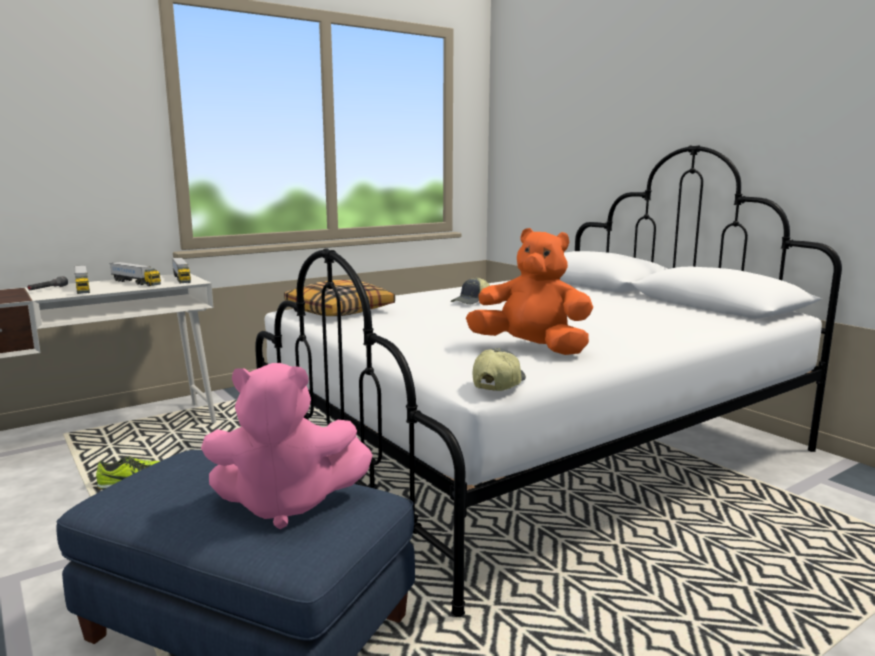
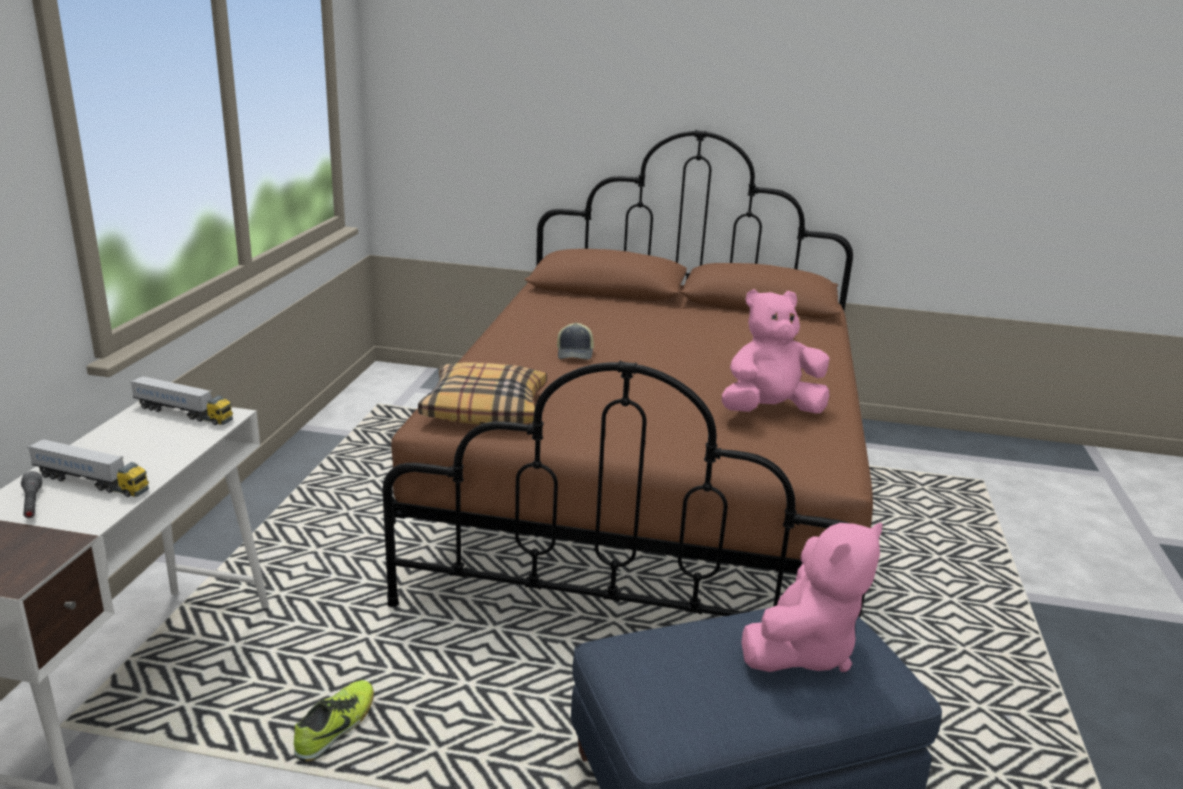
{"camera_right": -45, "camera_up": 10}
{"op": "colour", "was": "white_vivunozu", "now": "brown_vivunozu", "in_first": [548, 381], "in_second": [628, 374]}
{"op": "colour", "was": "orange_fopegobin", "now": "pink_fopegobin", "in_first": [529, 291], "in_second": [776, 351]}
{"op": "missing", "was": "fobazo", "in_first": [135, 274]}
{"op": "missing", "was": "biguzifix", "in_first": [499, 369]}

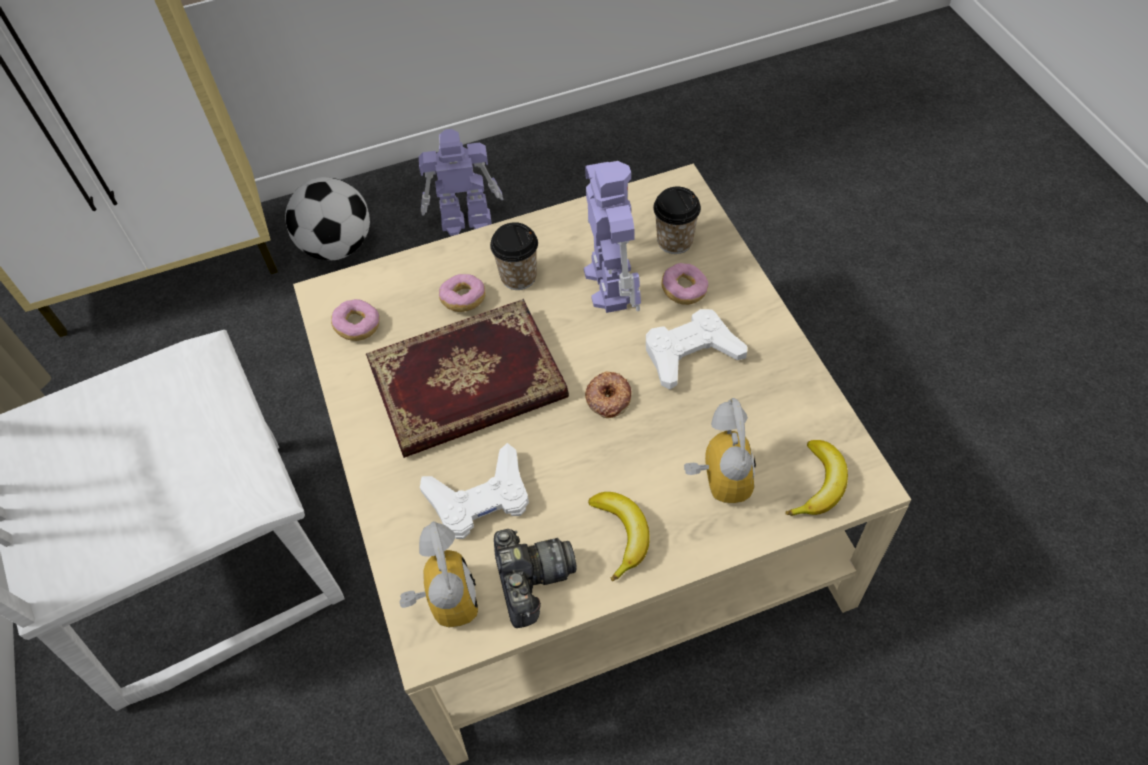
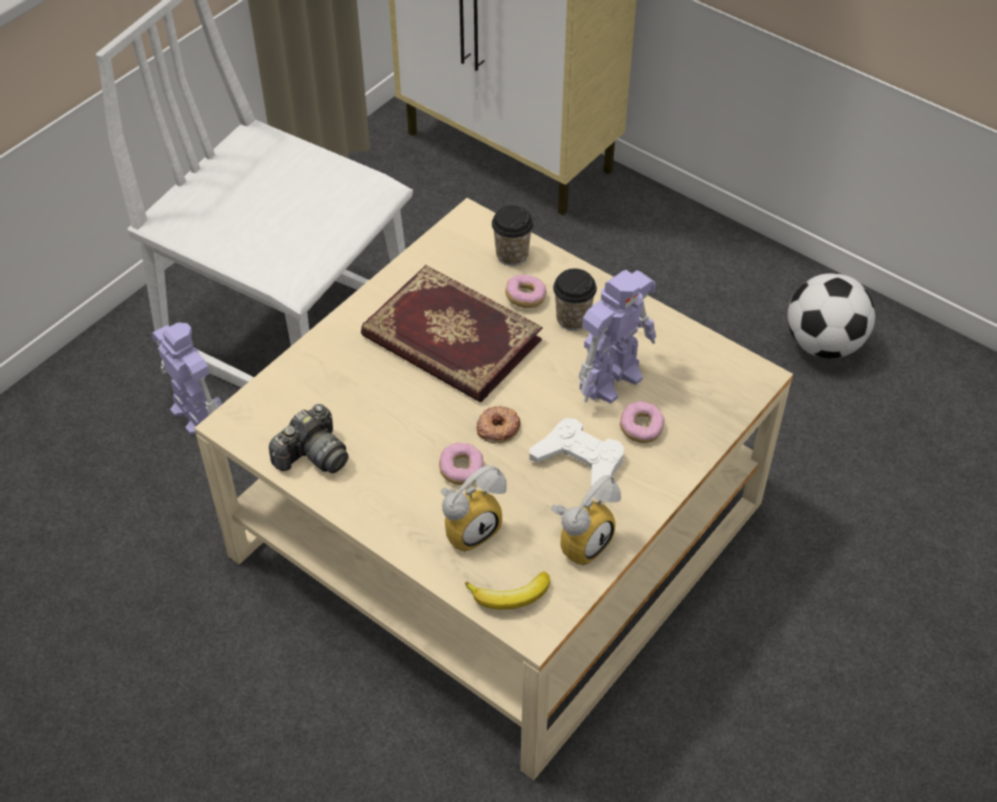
{"camera_right": 55, "camera_up": -5}
{"op": "relocated", "was": "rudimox", "in_first": [461, 182], "in_second": [186, 378]}
{"op": "relocated", "was": "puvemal", "in_first": [355, 320], "in_second": [461, 464]}
{"op": "relocated", "was": "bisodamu", "in_first": [677, 220], "in_second": [512, 235]}
{"op": "relocated", "was": "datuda", "in_first": [438, 574], "in_second": [586, 520]}
{"op": "relocated", "was": "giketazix", "in_first": [327, 218], "in_second": [831, 315]}
{"op": "missing", "was": "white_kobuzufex", "in_first": [474, 491]}
{"op": "missing", "was": "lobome", "in_first": [619, 536]}

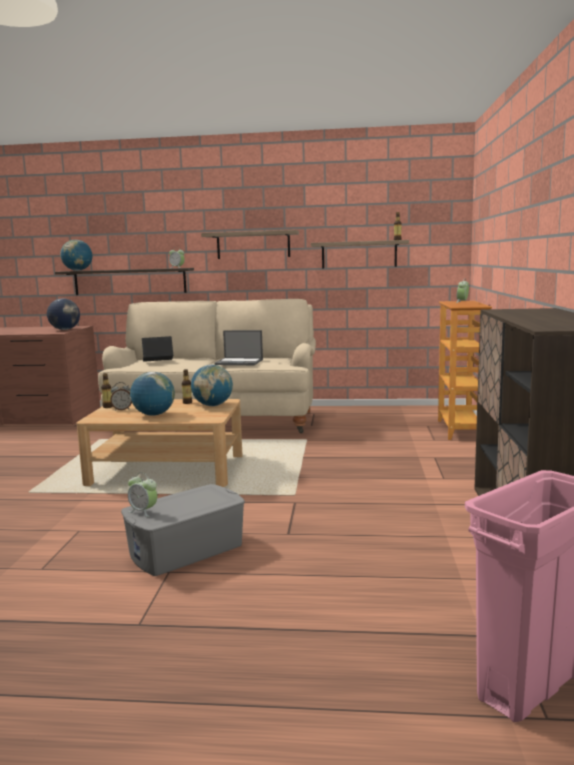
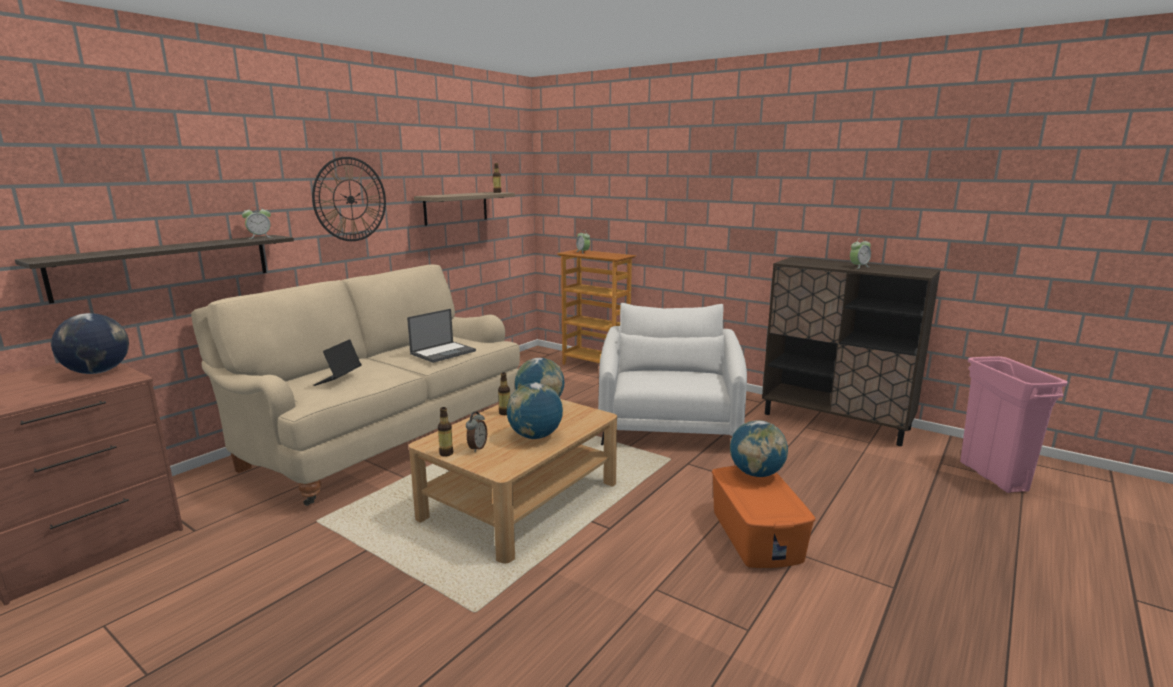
{"camera_right": -60, "camera_up": 5}
{"op": "exchanged", "was": "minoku", "now": "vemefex", "in_first": [250, 244], "in_second": [349, 199]}
{"op": "appeared", "now": "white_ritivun", "in_second": [672, 374]}
{"op": "colour", "was": "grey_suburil", "now": "orange_suburil", "in_first": [183, 530], "in_second": [763, 517]}
{"op": "relocated", "was": "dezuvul", "in_first": [76, 255], "in_second": [759, 448]}
{"op": "relocated", "was": "datuda", "in_first": [142, 495], "in_second": [860, 253]}

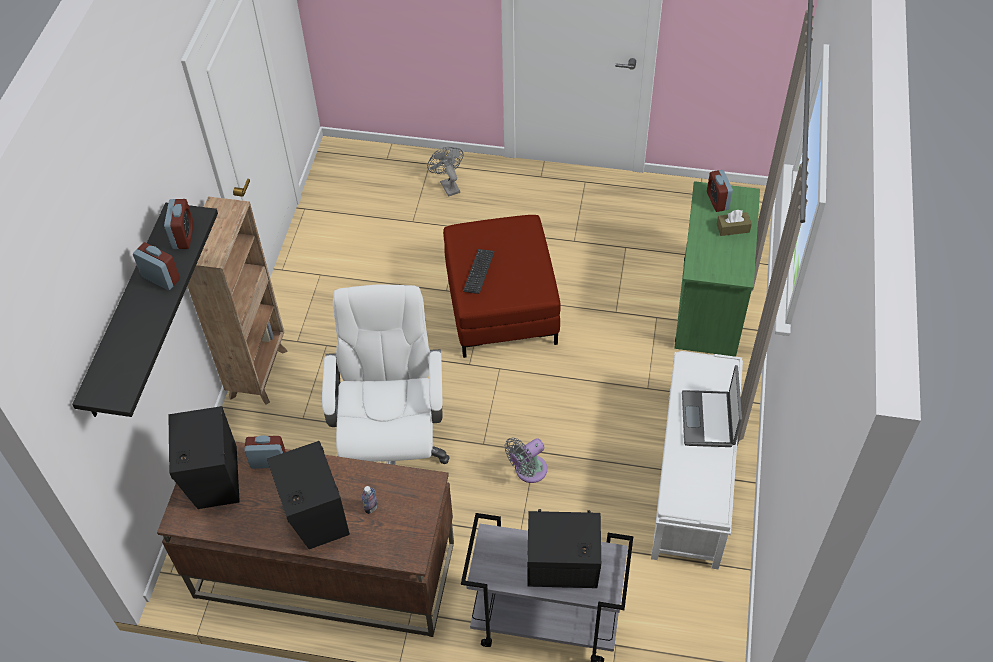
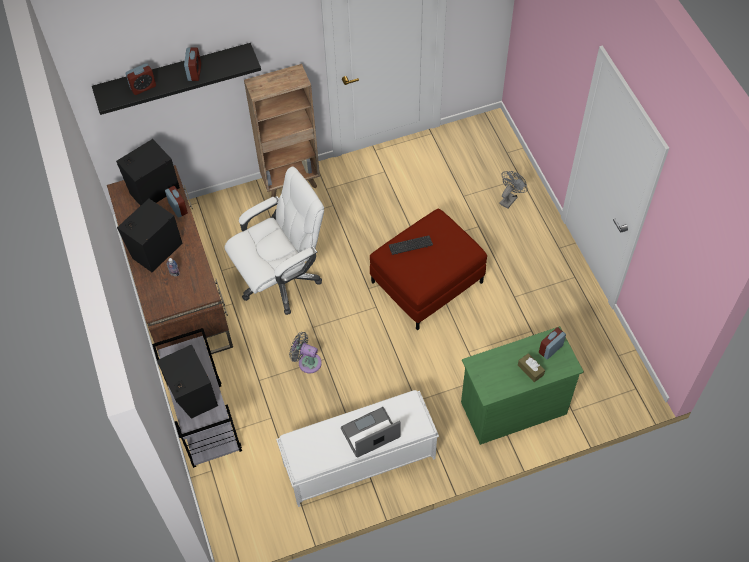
{"camera_right": 60, "camera_up": 5}
{"op": "relocated", "was": "datuda", "in_first": [179, 224], "in_second": [141, 79]}

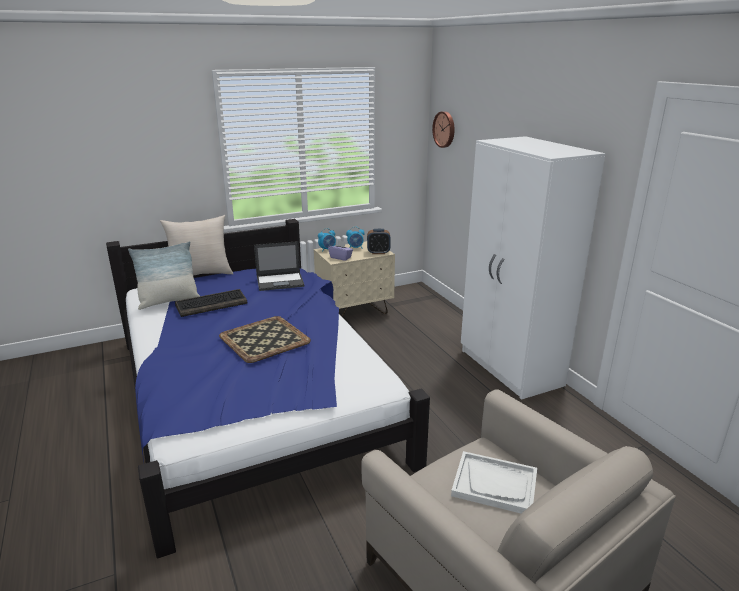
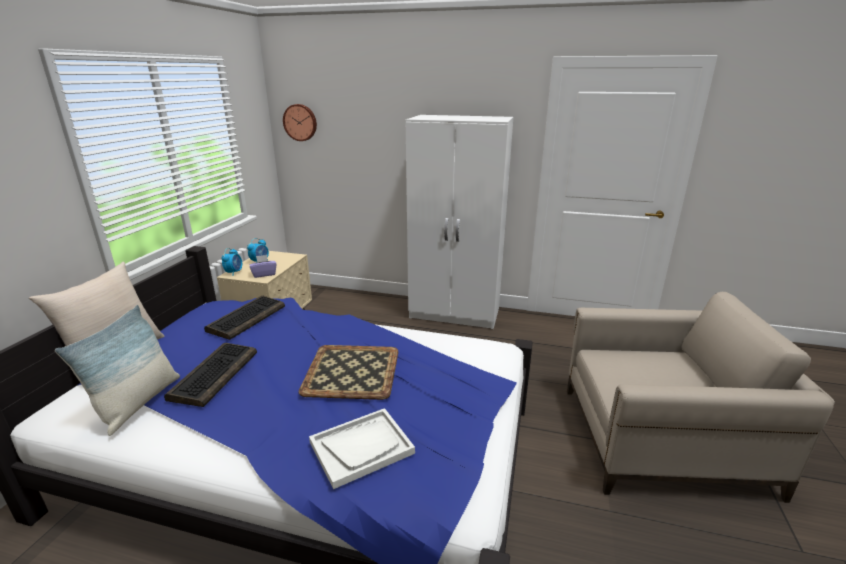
{"camera_right": -50, "camera_up": 0}
{"op": "exchanged", "was": "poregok", "now": "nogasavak", "in_first": [279, 266], "in_second": [244, 318]}
{"op": "relocated", "was": "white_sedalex", "in_first": [494, 482], "in_second": [362, 448]}
{"op": "missing", "was": "datuda", "in_first": [379, 241]}

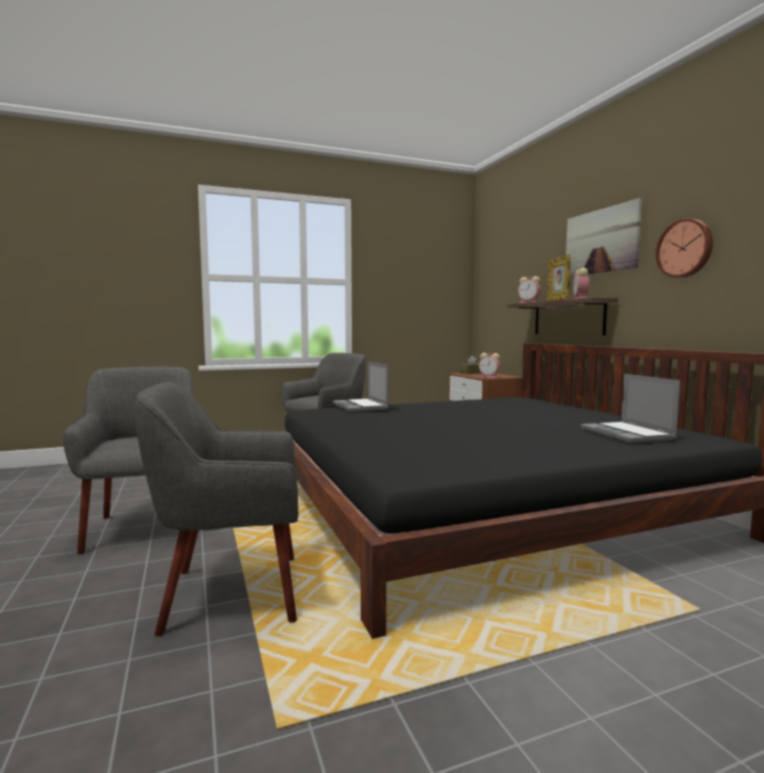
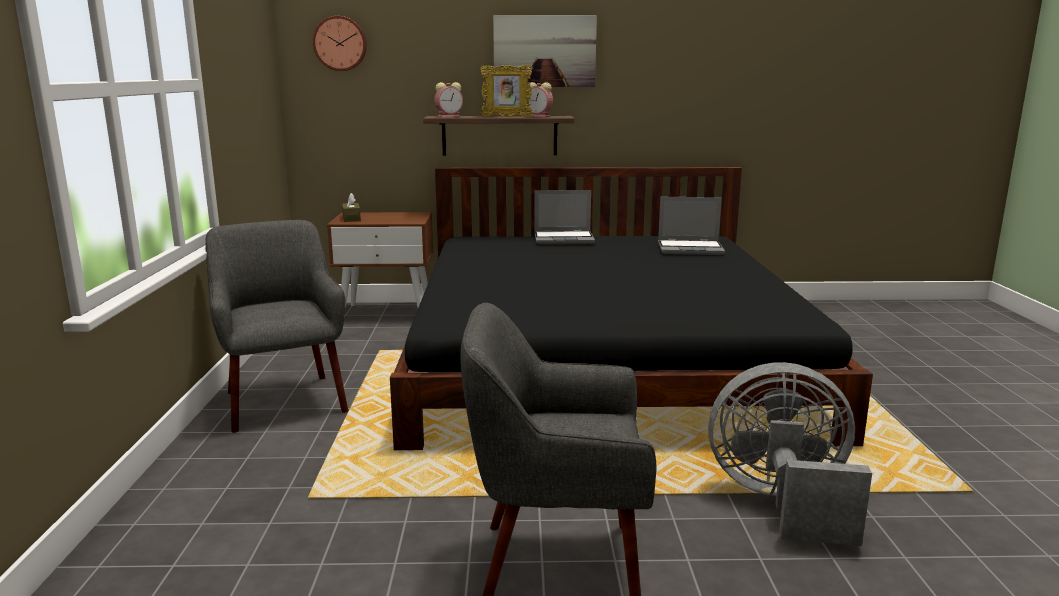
{"camera_right": -70, "camera_up": 10}
{"op": "relocated", "was": "vemefex", "in_first": [684, 248], "in_second": [340, 43]}
{"op": "relocated", "was": "poregok", "in_first": [361, 387], "in_second": [564, 217]}
{"op": "exchanged", "was": "grey_ritivun", "now": "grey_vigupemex", "in_first": [216, 509], "in_second": [790, 454]}
{"op": "missing", "was": "datuda", "in_first": [489, 365]}

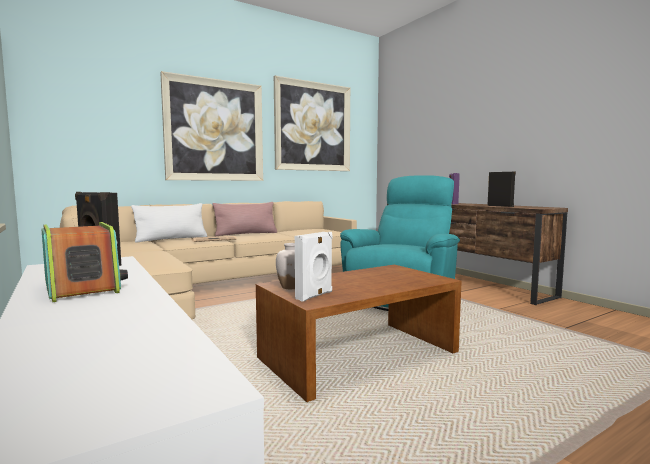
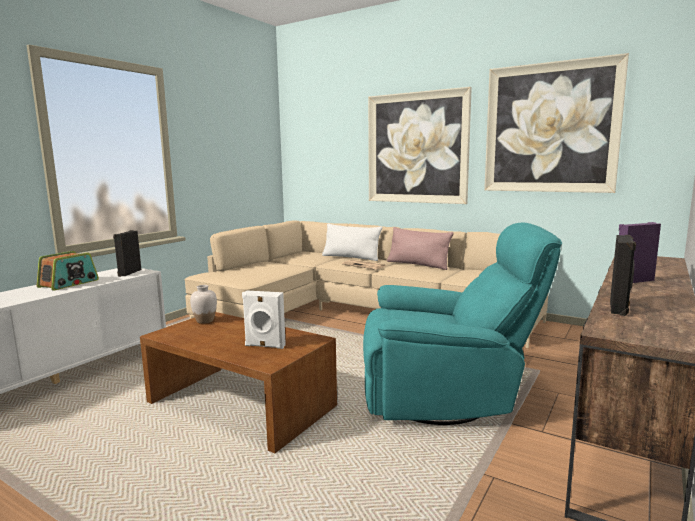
{"camera_right": 65, "camera_up": 5}
{"op": "relocated", "was": "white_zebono", "in_first": [313, 267], "in_second": [264, 319]}

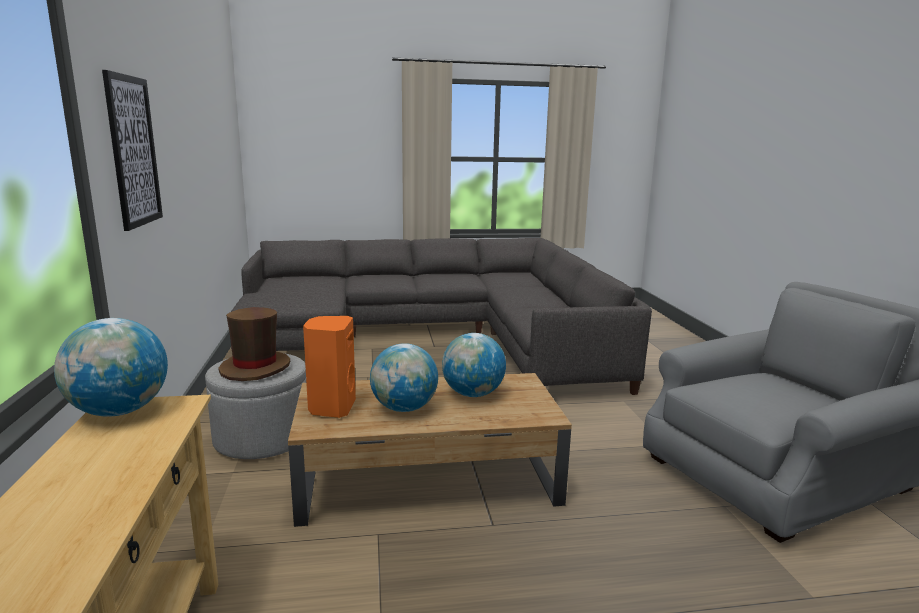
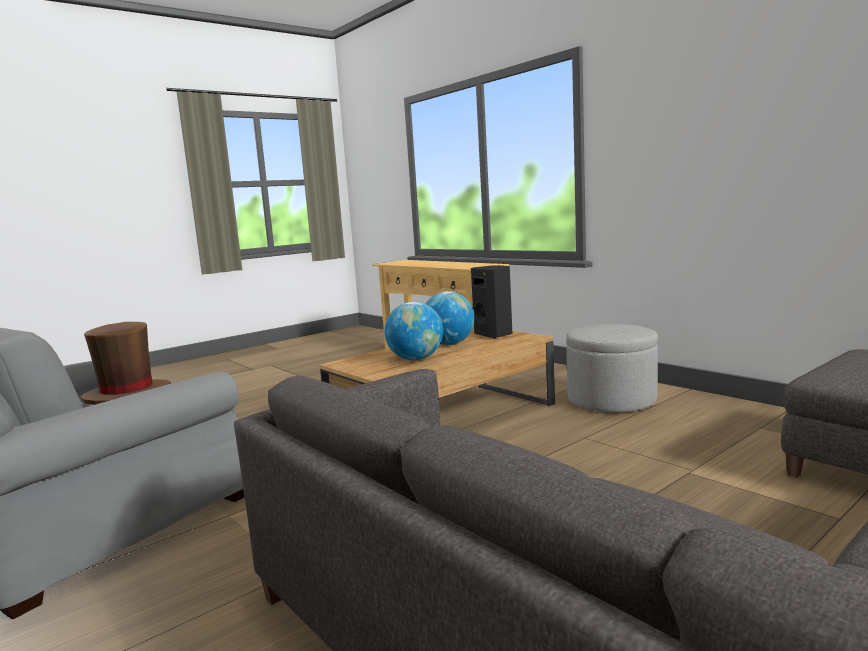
{"camera_right": 150, "camera_up": -5}
{"op": "relocated", "was": "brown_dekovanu", "in_first": [254, 344], "in_second": [126, 363]}
{"op": "colour", "was": "orange_zebono", "now": "black_zebono", "in_first": [329, 367], "in_second": [491, 302]}
{"op": "missing", "was": "dezuvul", "in_first": [111, 367]}
{"op": "missing", "was": "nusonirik", "in_first": [132, 150]}

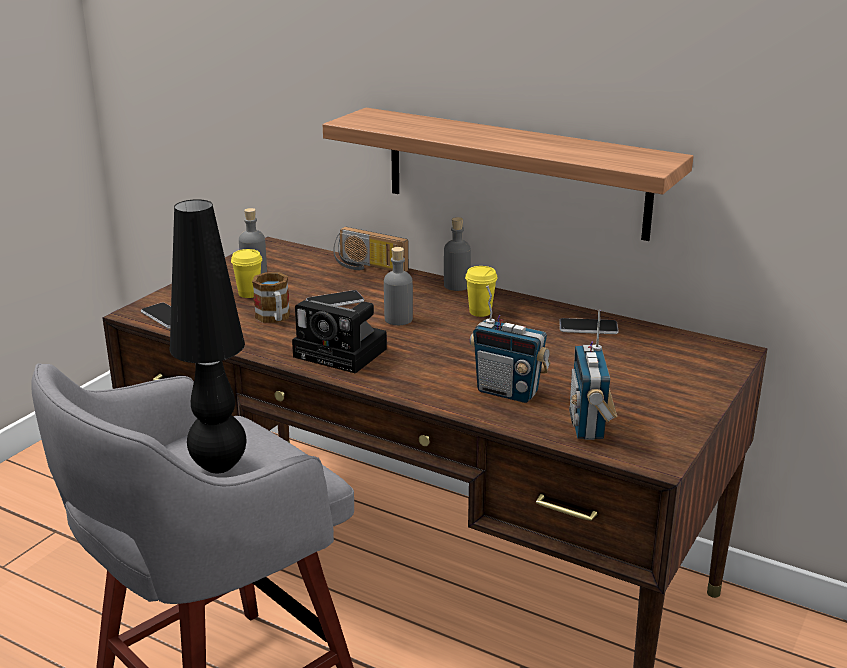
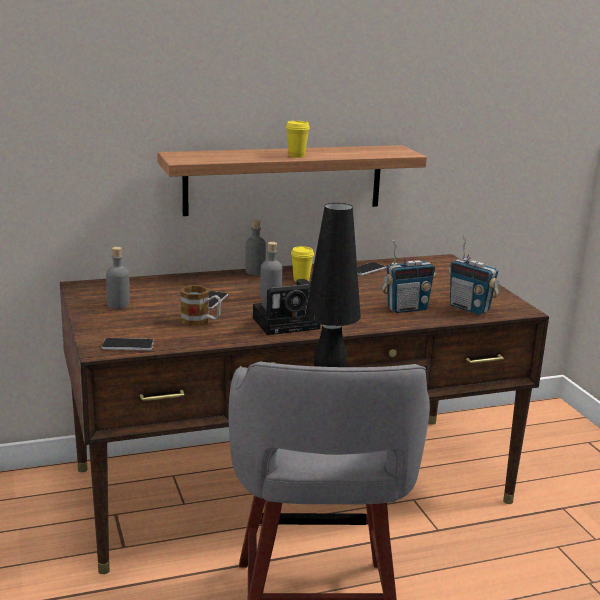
{"camera_right": -50, "camera_up": -5}
{"op": "relocated", "was": "yellow_bisodamu", "in_first": [246, 273], "in_second": [298, 139]}
{"op": "missing", "was": "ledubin", "in_first": [371, 249]}

